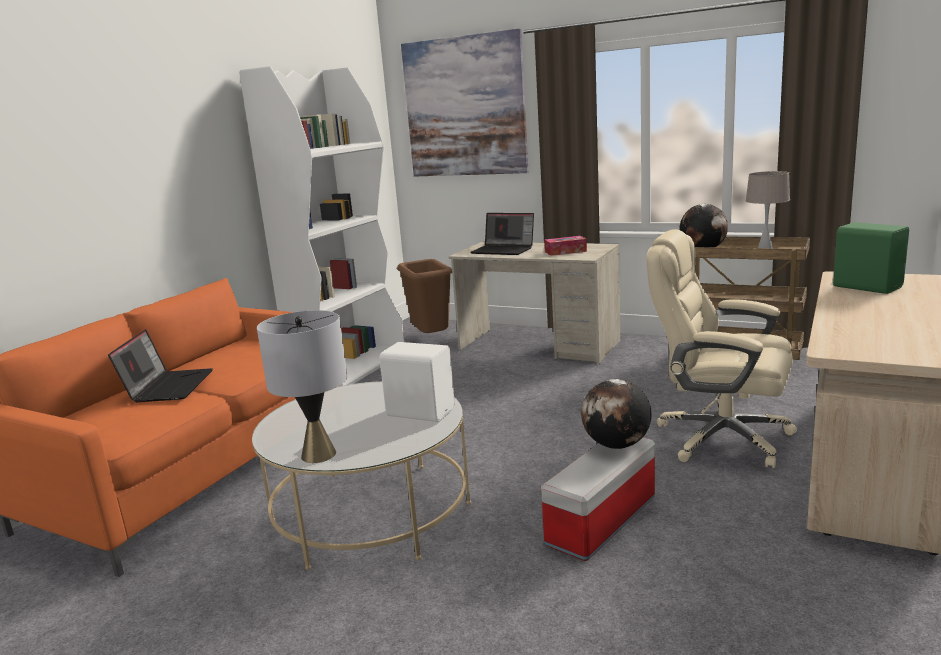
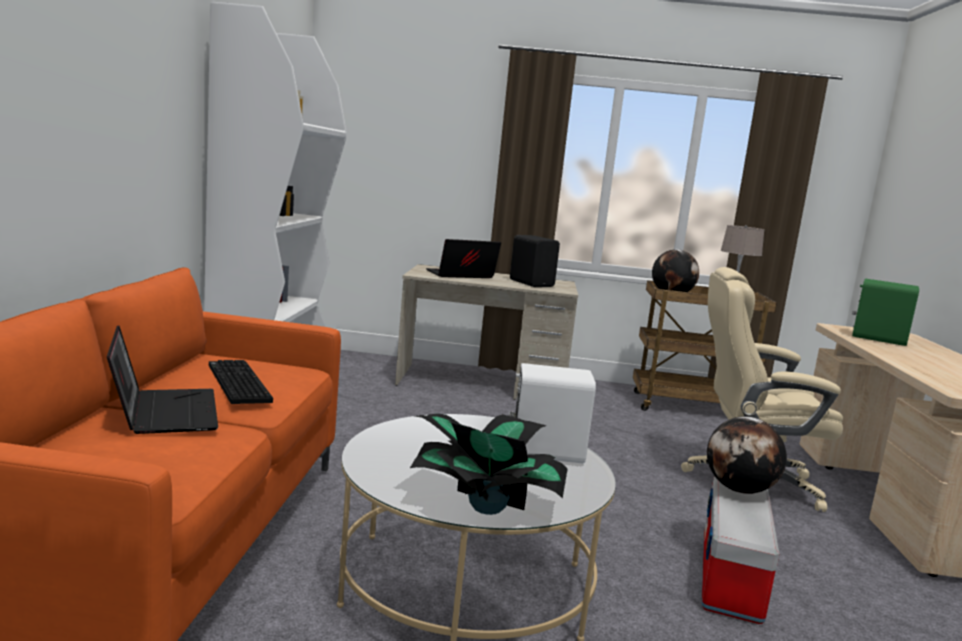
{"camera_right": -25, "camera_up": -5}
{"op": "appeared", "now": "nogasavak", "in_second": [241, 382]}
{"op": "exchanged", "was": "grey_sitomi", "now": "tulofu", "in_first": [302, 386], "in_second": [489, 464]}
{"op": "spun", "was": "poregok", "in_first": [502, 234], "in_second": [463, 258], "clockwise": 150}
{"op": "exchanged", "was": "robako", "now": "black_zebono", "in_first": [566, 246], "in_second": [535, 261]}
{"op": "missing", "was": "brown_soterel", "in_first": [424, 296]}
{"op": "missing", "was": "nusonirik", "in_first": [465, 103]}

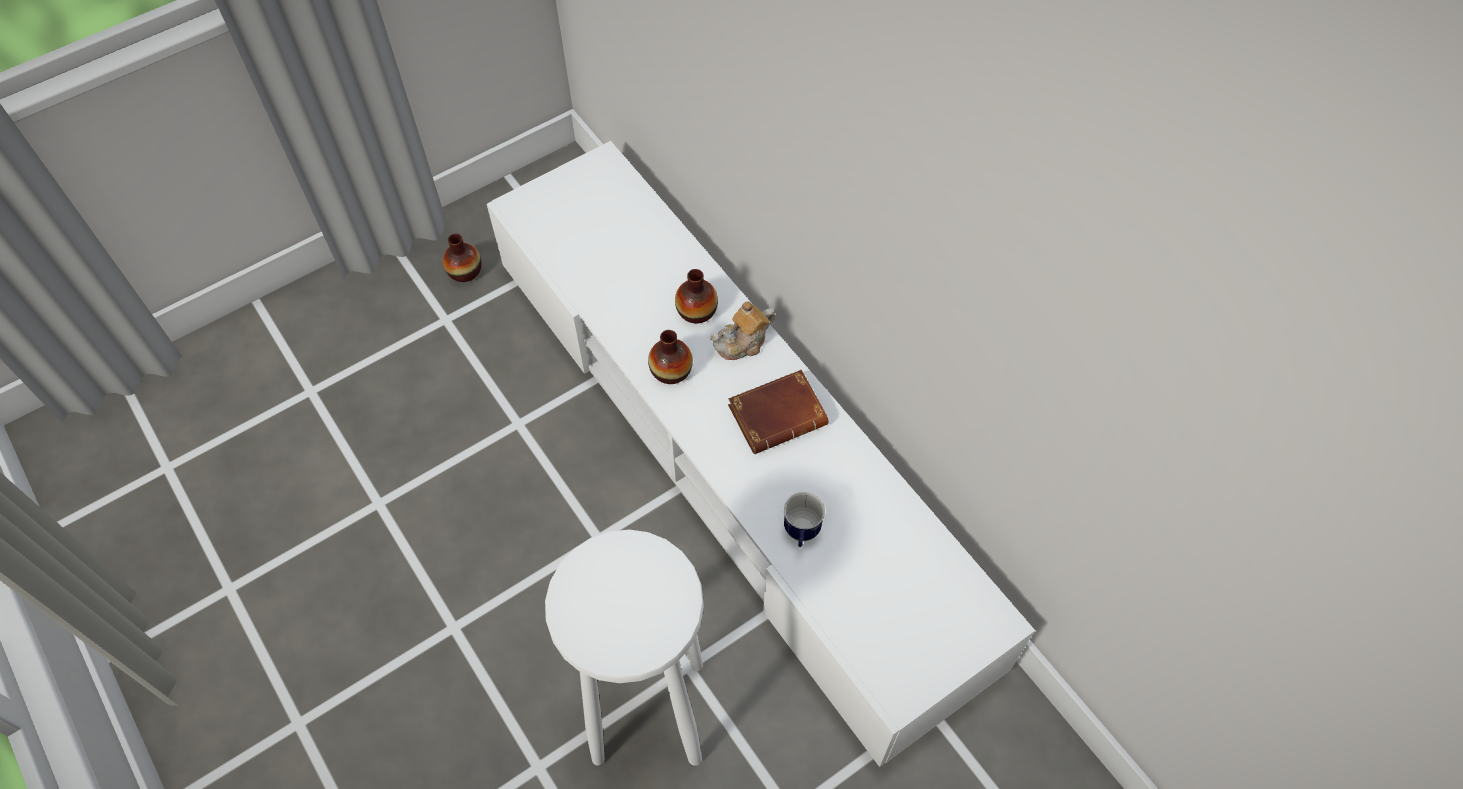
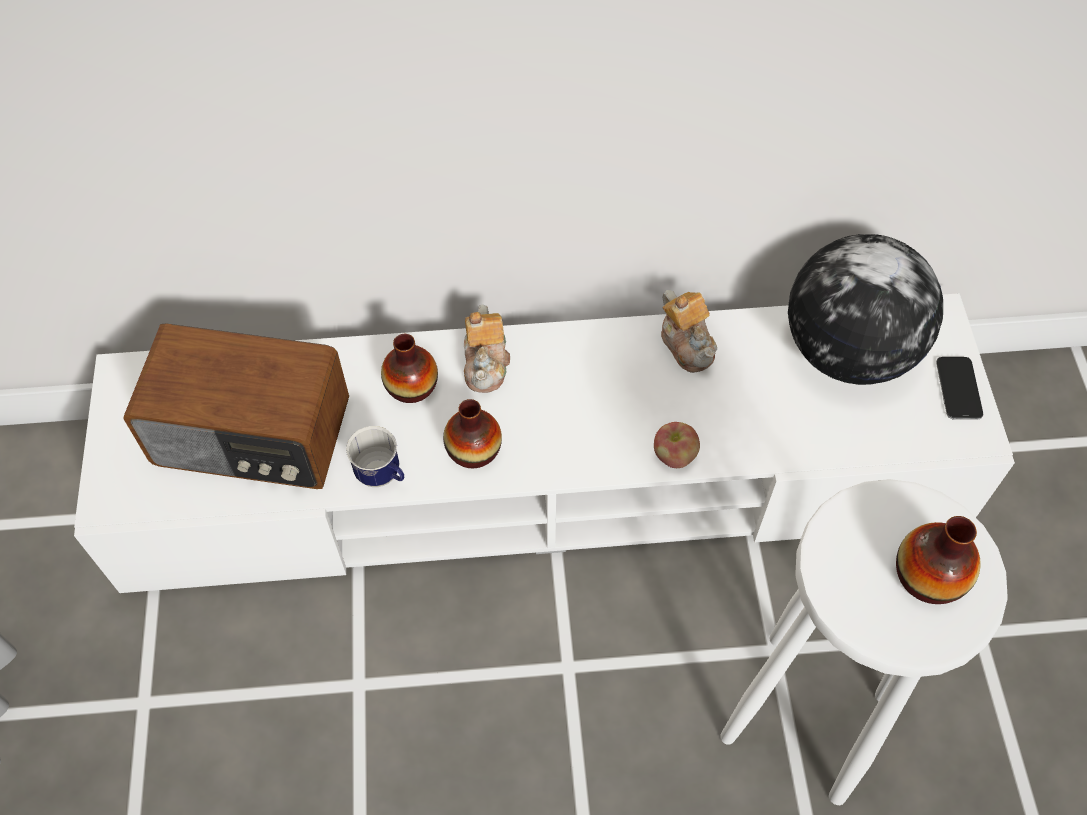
{"camera_right": -60, "camera_up": 0}
{"op": "appeared", "now": "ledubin", "in_second": [236, 406]}
{"op": "relocated", "was": "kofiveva", "in_first": [804, 519], "in_second": [375, 456]}
{"op": "appeared", "now": "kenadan", "in_second": [677, 445]}
{"op": "appeared", "now": "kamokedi", "in_second": [689, 331]}
{"op": "appeared", "now": "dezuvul", "in_second": [865, 309]}
{"op": "relocated", "was": "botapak", "in_first": [462, 258], "in_second": [938, 560]}
{"op": "appeared", "now": "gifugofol", "in_second": [959, 388]}
{"op": "missing", "was": "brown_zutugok", "in_first": [778, 412]}

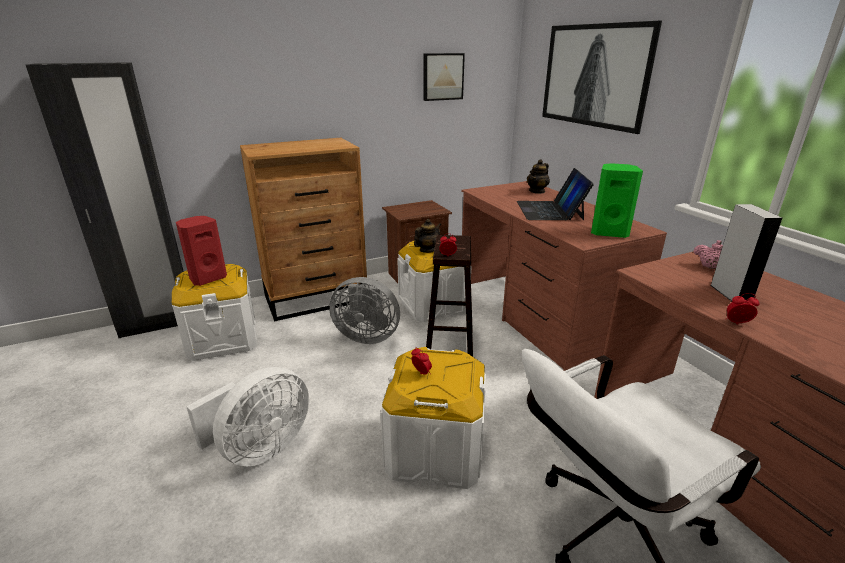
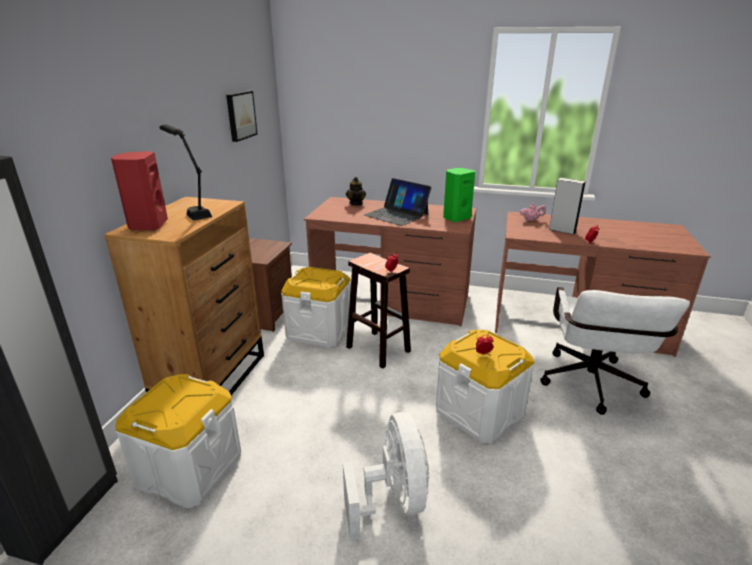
{"camera_right": -50, "camera_up": 0}
{"op": "relocated", "was": "red_zebono", "in_first": [201, 251], "in_second": [139, 191]}
{"op": "appeared", "now": "black_sitomi", "in_second": [185, 172]}
{"op": "missing", "was": "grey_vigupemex", "in_first": [364, 310]}
{"op": "missing", "was": "kamokedi", "in_first": [427, 236]}
{"op": "missing", "was": "nusonirik", "in_first": [602, 77]}

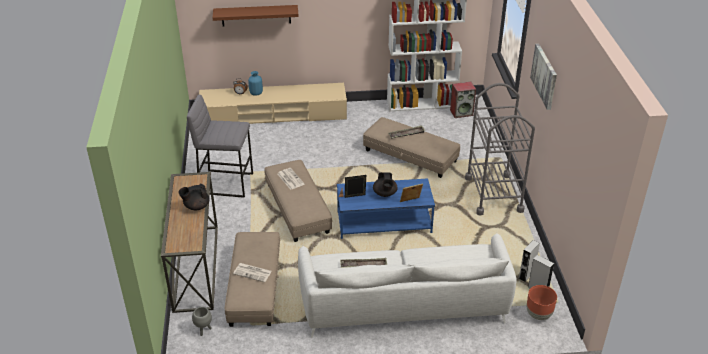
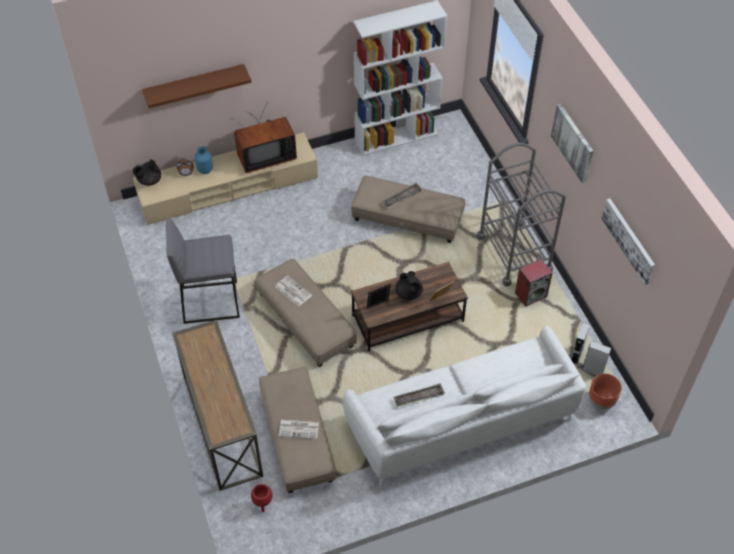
{"camera_right": -15, "camera_up": 15}
{"op": "relocated", "was": "black_kamokedi", "in_first": [194, 197], "in_second": [147, 172]}
{"op": "appeared", "now": "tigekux", "in_second": [265, 138]}
{"op": "colour", "was": "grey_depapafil", "now": "red_depapafil", "in_first": [202, 321], "in_second": [261, 498]}
{"op": "colour", "was": "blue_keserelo", "now": "brown_keserelo", "in_first": [386, 208], "in_second": [409, 306]}
{"op": "relocated", "was": "zebono", "in_first": [463, 100], "in_second": [534, 283]}
{"op": "appeared", "now": "nusonirik", "in_second": [628, 242]}

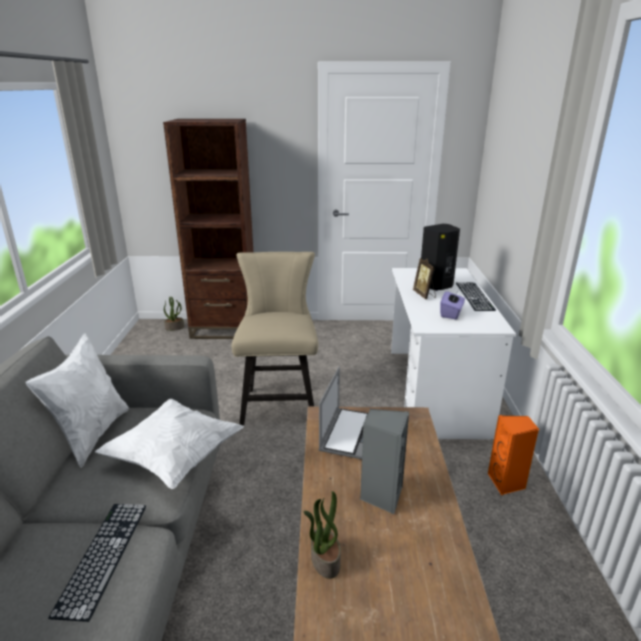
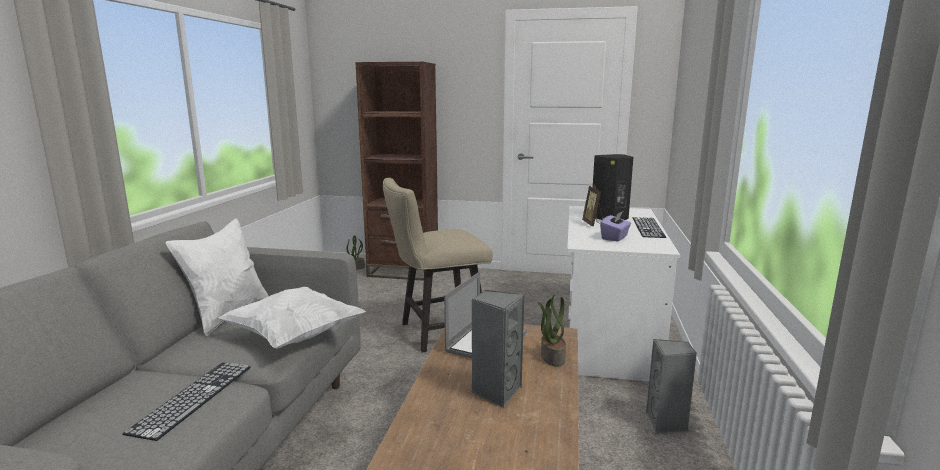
{"camera_right": 10, "camera_up": -10}
{"op": "spun", "was": "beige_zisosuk", "in_first": [275, 339], "in_second": [438, 265], "clockwise": -120}
{"op": "relocated", "was": "tulofu", "in_first": [322, 535], "in_second": [551, 330]}
{"op": "colour", "was": "orange_zebono", "now": "grey_zebono", "in_first": [513, 455], "in_second": [671, 386]}

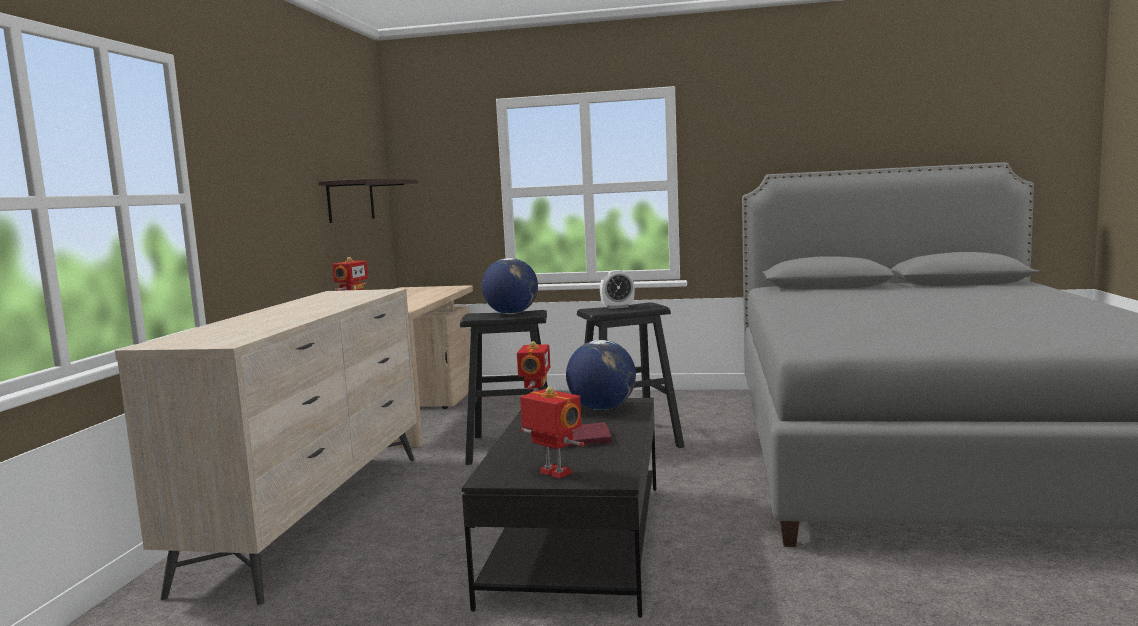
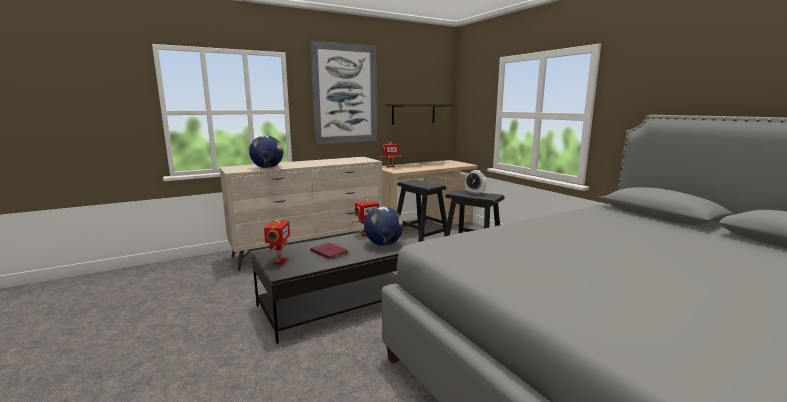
{"camera_right": 50, "camera_up": 5}
{"op": "relocated", "was": "dezuvul", "in_first": [510, 286], "in_second": [266, 151]}
{"op": "appeared", "now": "nusonirik", "in_second": [343, 92]}

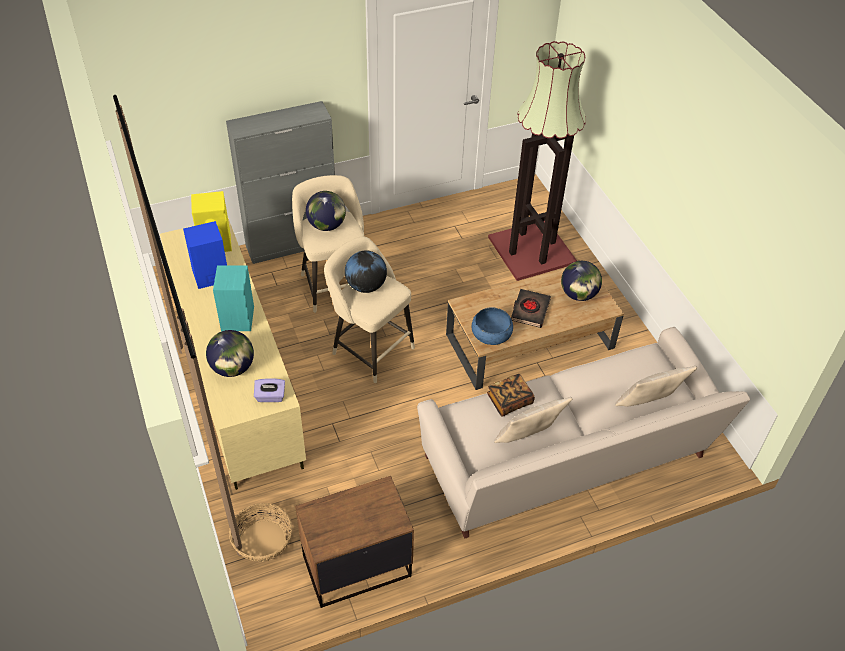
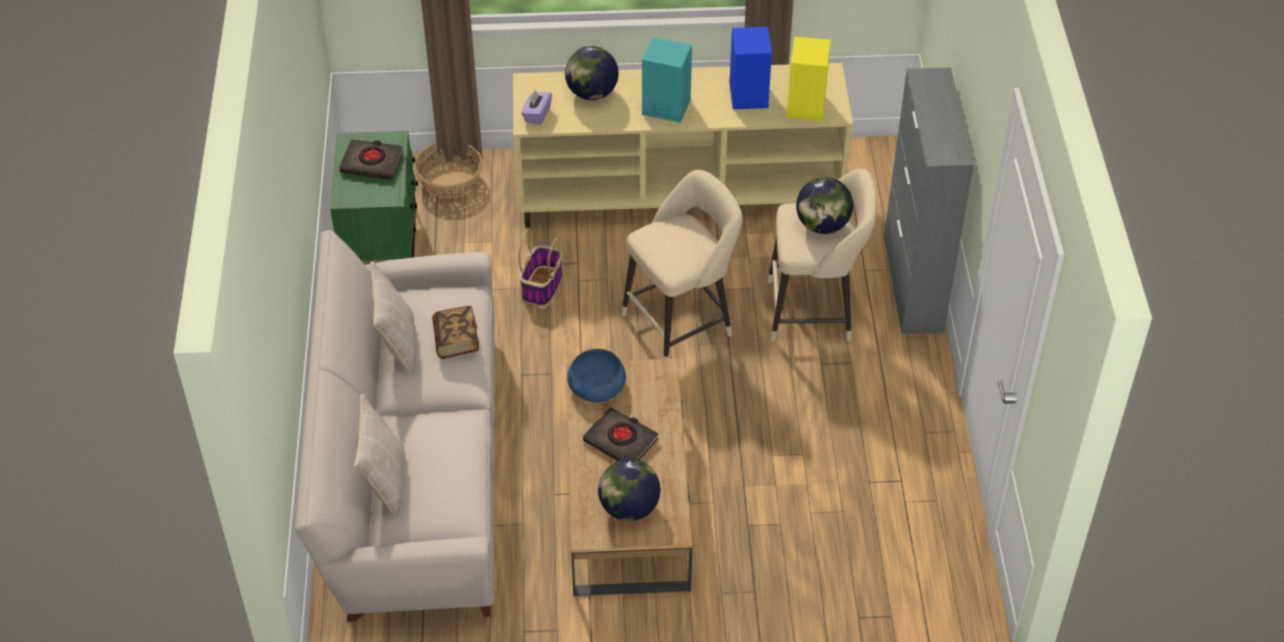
{"camera_right": 110, "camera_up": 0}
{"op": "colour", "was": "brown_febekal", "now": "green_febekal", "in_first": [354, 542], "in_second": [374, 196]}
{"op": "appeared", "now": "black_zutugok", "in_second": [371, 159]}
{"op": "appeared", "now": "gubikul", "in_second": [540, 267]}
{"op": "missing", "was": "dezuvul", "in_first": [366, 271]}
{"op": "missing", "was": "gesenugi", "in_first": [537, 161]}

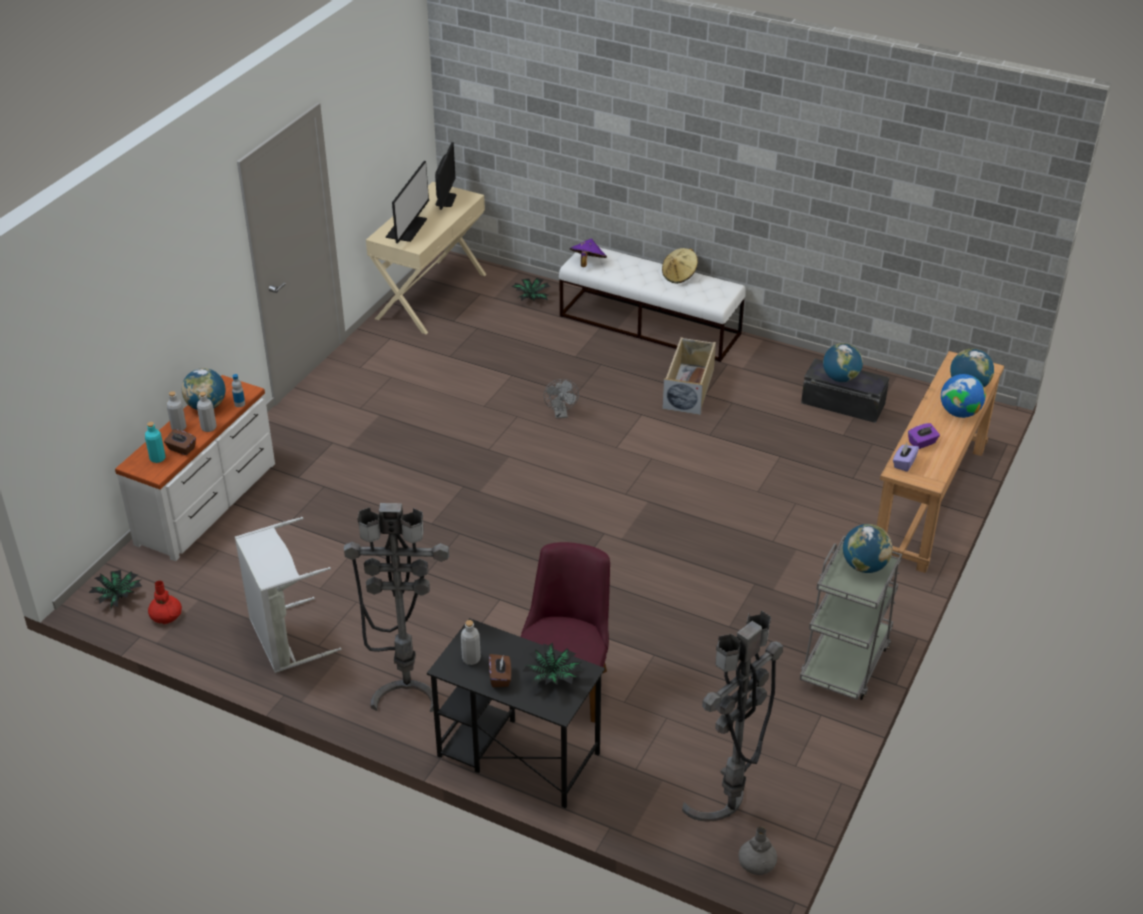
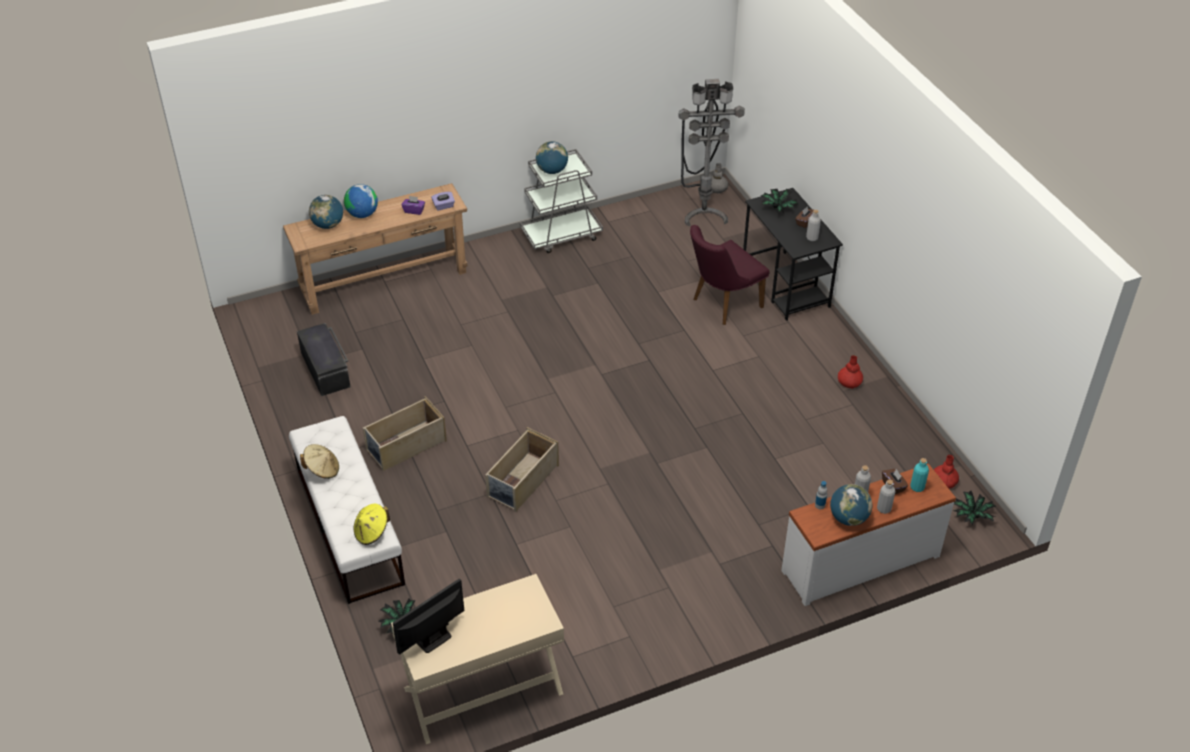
{"camera_right": -140, "camera_up": 5}
{"op": "colour", "was": "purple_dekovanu", "now": "yellow_dekovanu", "in_first": [588, 253], "in_second": [372, 524]}
{"op": "exchanged", "was": "grey_vigupemex", "now": "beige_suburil", "in_first": [561, 399], "in_second": [522, 469]}
{"op": "appeared", "now": "red_botapak", "in_second": [850, 372]}
{"op": "missing", "was": "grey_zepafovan", "in_first": [288, 595]}
{"op": "missing", "was": "grey_gesenugi", "in_first": [396, 607]}
{"op": "missing", "was": "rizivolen", "in_first": [407, 202]}
{"op": "missing", "was": "dezuvul", "in_first": [843, 362]}

